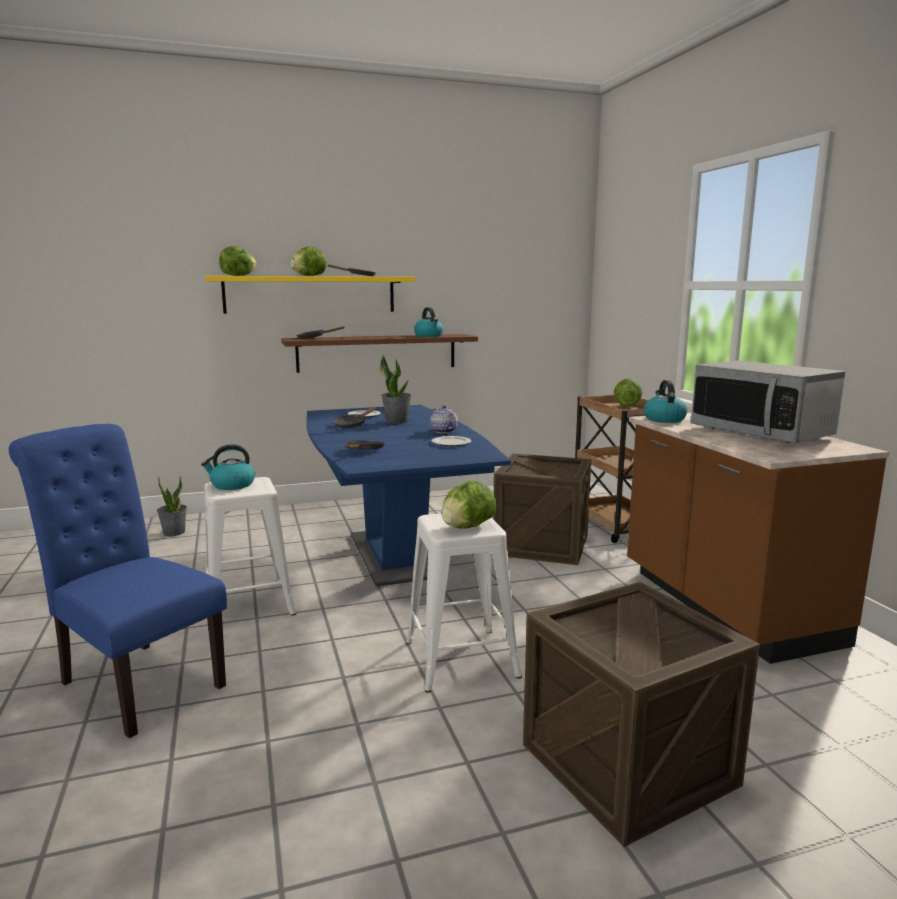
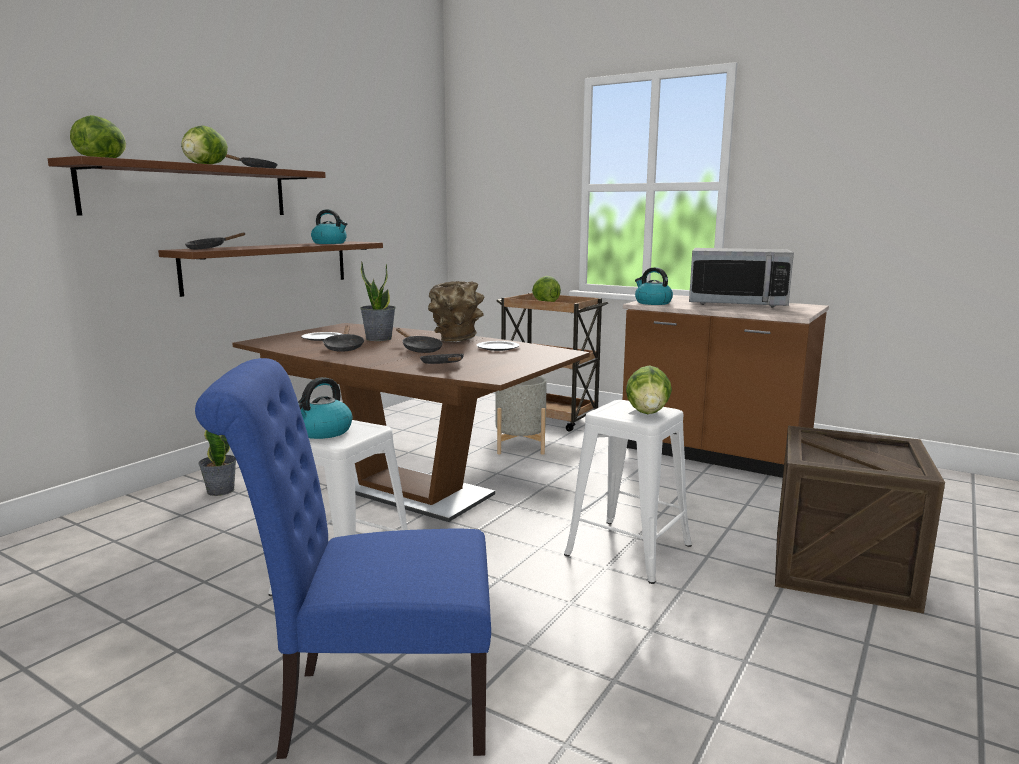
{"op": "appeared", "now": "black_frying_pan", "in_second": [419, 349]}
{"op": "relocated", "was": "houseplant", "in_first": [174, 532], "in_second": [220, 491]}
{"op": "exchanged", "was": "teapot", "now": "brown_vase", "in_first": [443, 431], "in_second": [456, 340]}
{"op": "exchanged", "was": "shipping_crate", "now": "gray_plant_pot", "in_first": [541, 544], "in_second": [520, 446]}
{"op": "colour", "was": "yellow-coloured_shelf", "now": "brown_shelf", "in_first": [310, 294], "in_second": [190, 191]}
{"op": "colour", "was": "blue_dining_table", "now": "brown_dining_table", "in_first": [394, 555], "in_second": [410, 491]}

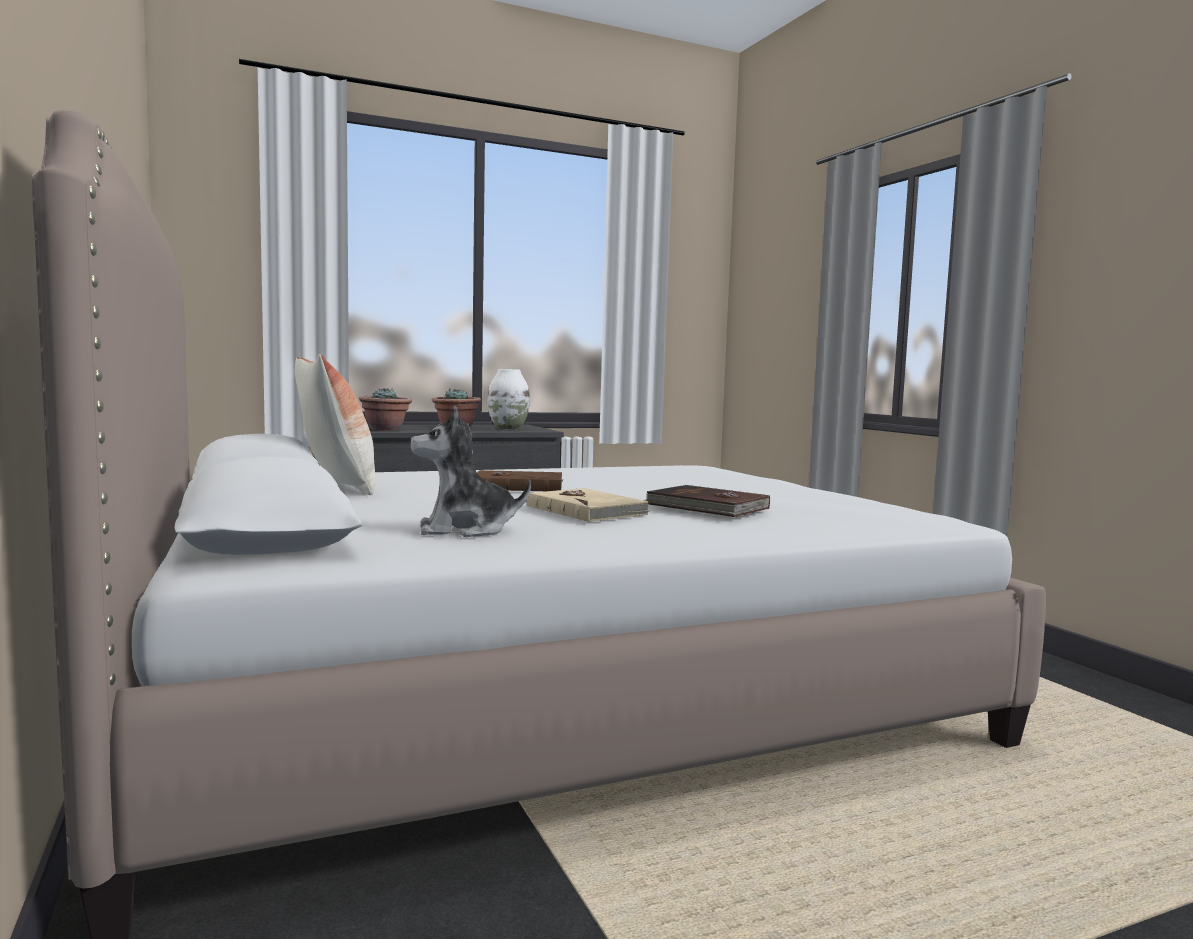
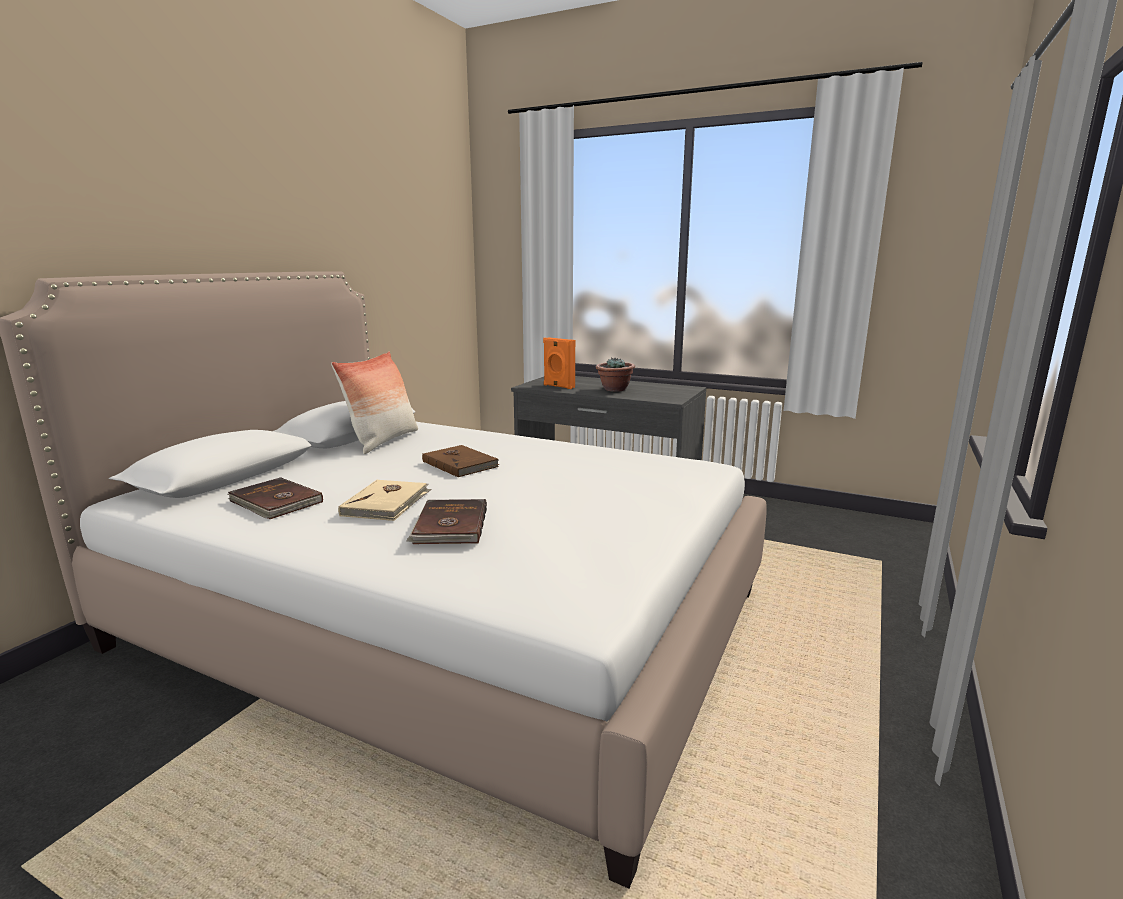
{"op": "missing", "was": "white-coloured_vase", "in_first": [508, 428]}
{"op": "exchanged", "was": "houseplant", "now": "orangey_speaker", "in_first": [385, 429], "in_second": [558, 386]}
{"op": "exchanged", "was": "soft_toy", "now": "brown_book", "in_first": [465, 530], "in_second": [275, 502]}

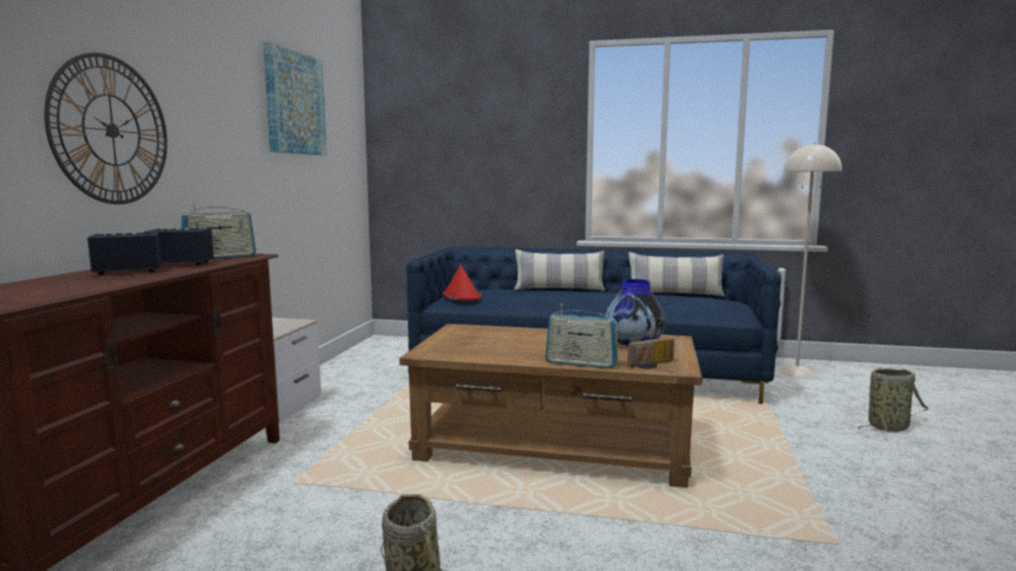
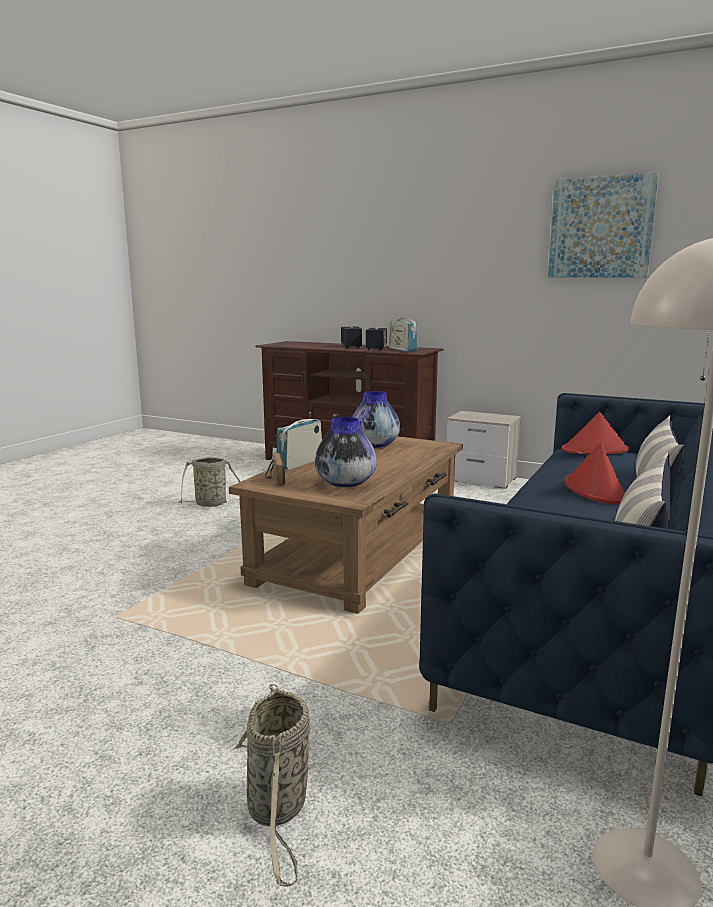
{"op": "missing", "was": "clock_on_the_wall", "in_first": [111, 130]}
{"op": "appeared", "now": "vase", "in_second": [375, 445]}
{"op": "appeared", "now": "red-coloured_wearable_hat", "in_second": [595, 490]}

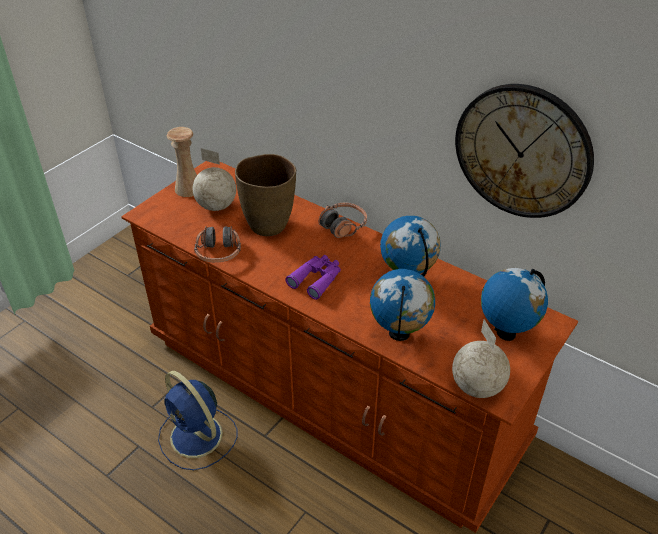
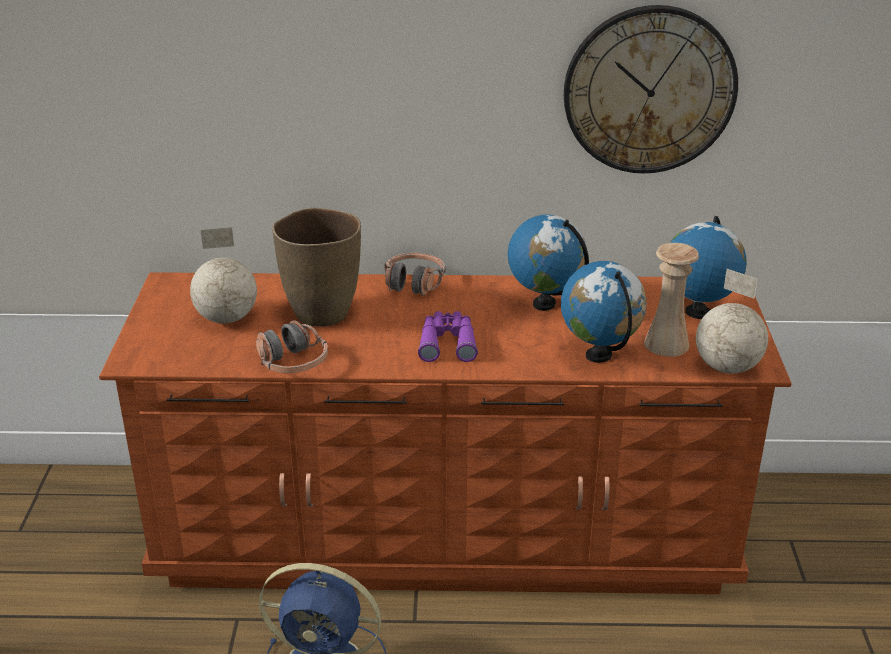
{"op": "relocated", "was": "sand-coloured_vase", "in_first": [188, 188], "in_second": [666, 344]}

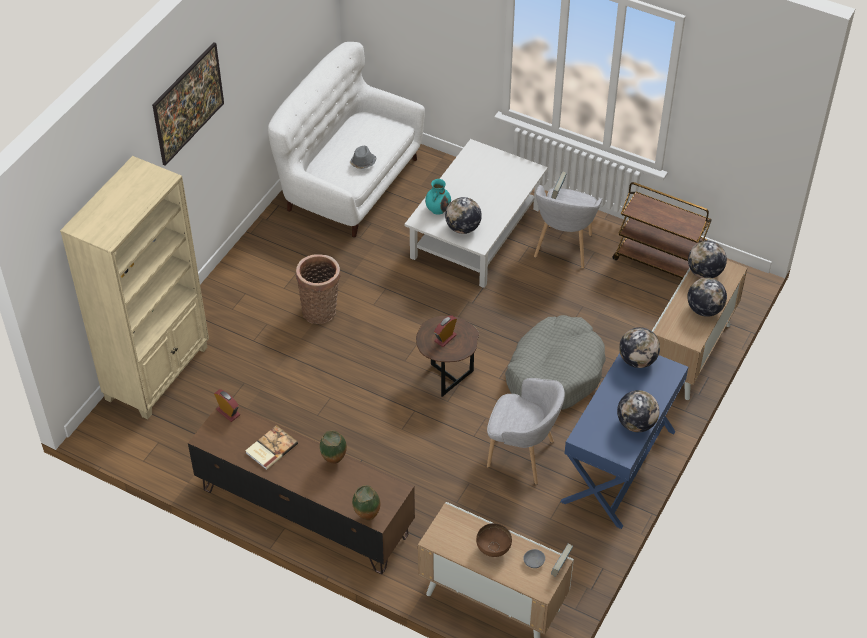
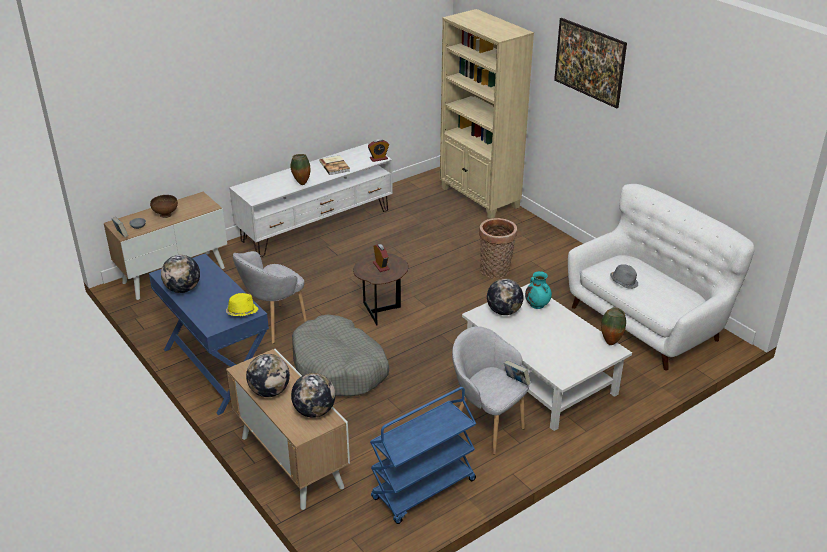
{"op": "relocated", "was": "vase", "in_first": [367, 518], "in_second": [610, 342]}
{"op": "exchanged", "was": "world_globe", "now": "yellow-coloured_wearable_hat", "in_first": [637, 360], "in_second": [241, 312]}
{"op": "colour", "was": "brown_media_console", "now": "white-coloured_media_console", "in_first": [304, 511], "in_second": [317, 225]}
{"op": "colour", "was": "brown_cart", "now": "blue_cart", "in_first": [659, 262], "in_second": [423, 490]}

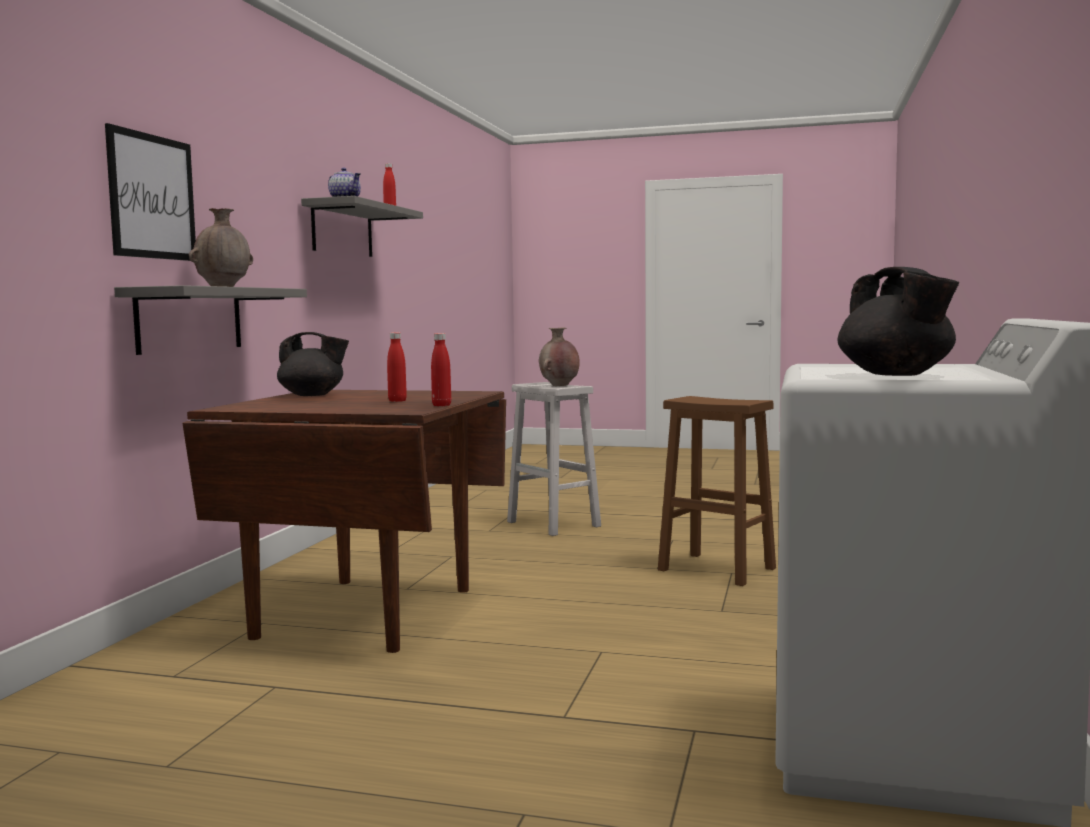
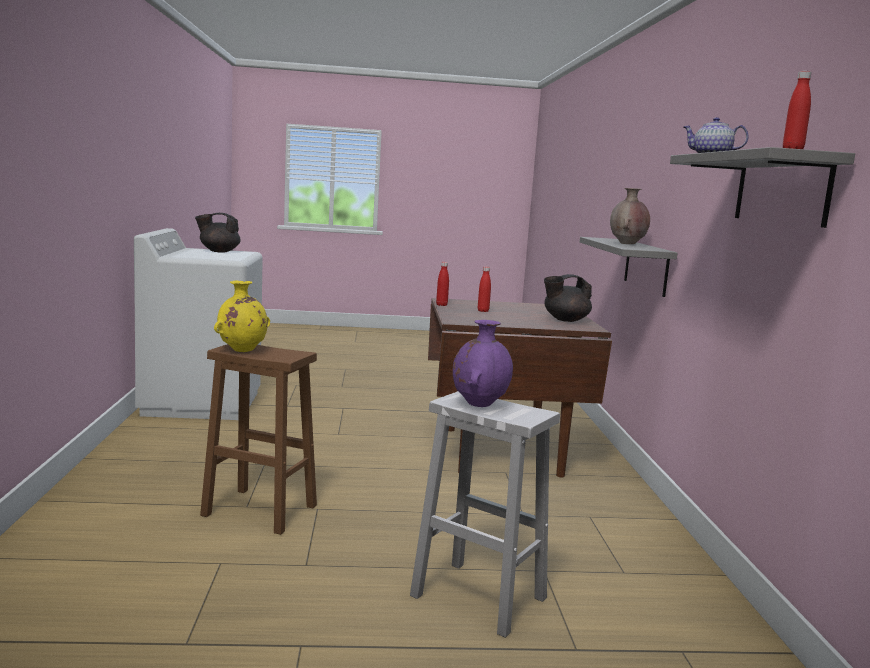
{"op": "missing", "was": "wall_art", "in_first": [152, 197]}
{"op": "appeared", "now": "yellow-coloured_vase", "in_second": [242, 350]}
{"op": "colour", "was": "brown_vase", "now": "purplish_vase", "in_first": [559, 385], "in_second": [479, 404]}
{"op": "spun", "was": "black_teapot", "in_first": [896, 375], "in_second": [219, 251], "clockwise": -60}

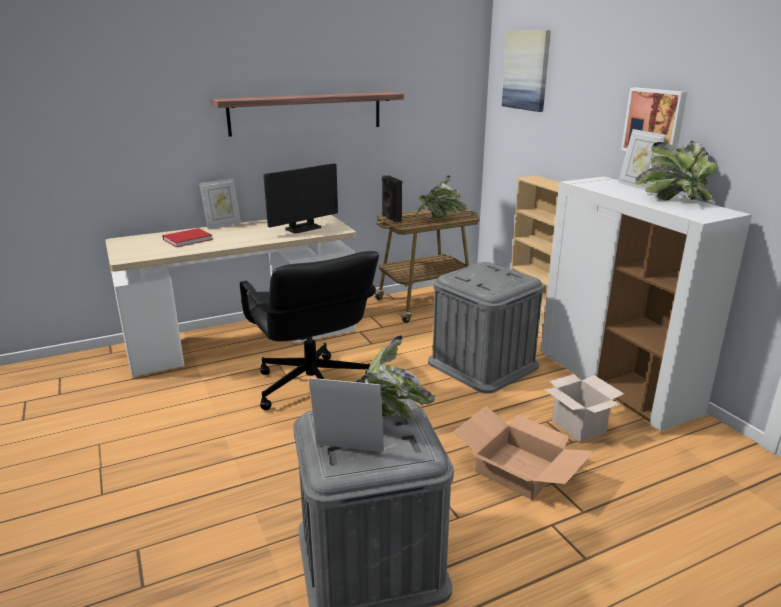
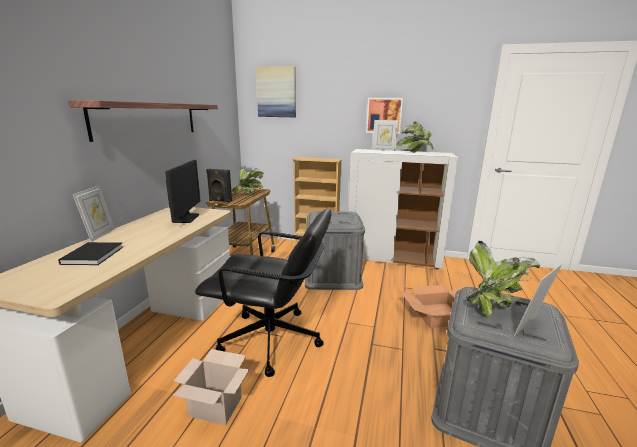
{"op": "relocated", "was": "carton", "in_first": [580, 427], "in_second": [217, 406]}
{"op": "colour", "was": "red-coloured_book", "now": "black_book", "in_first": [189, 239], "in_second": [94, 254]}

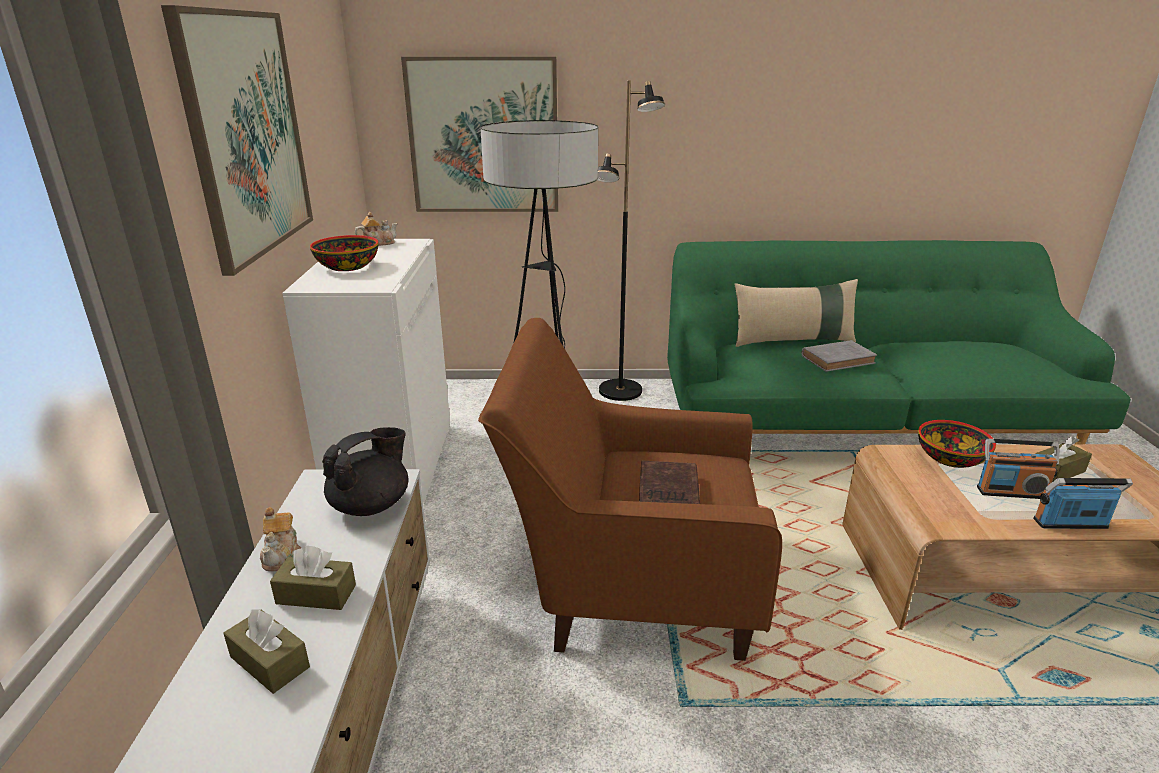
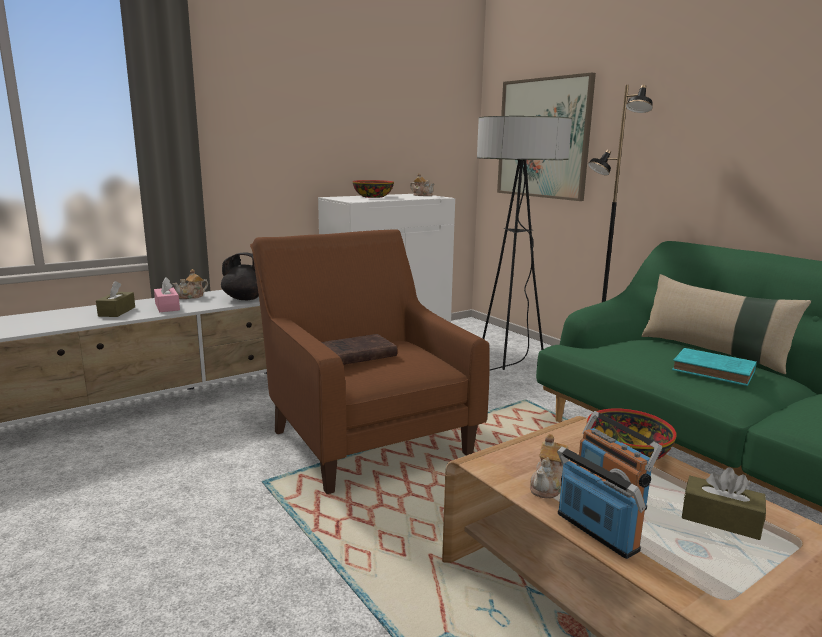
{"op": "missing", "was": "wall_art", "in_first": [247, 135]}
{"op": "appeared", "now": "teapot", "in_second": [549, 485]}
{"op": "colour", "was": "brown_tissue_box", "now": "pinkish_tissue_box", "in_first": [316, 594], "in_second": [167, 307]}
{"op": "colour", "was": "gray_book", "now": "turquoise_book", "in_first": [839, 359], "in_second": [715, 371]}

